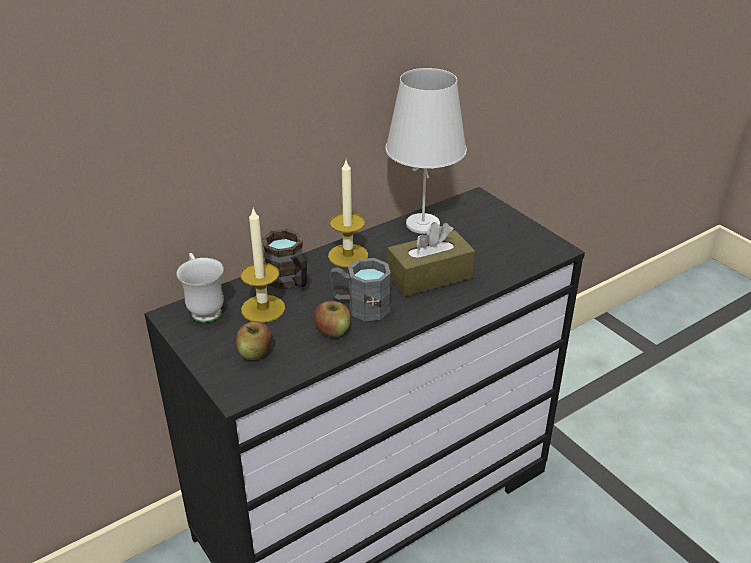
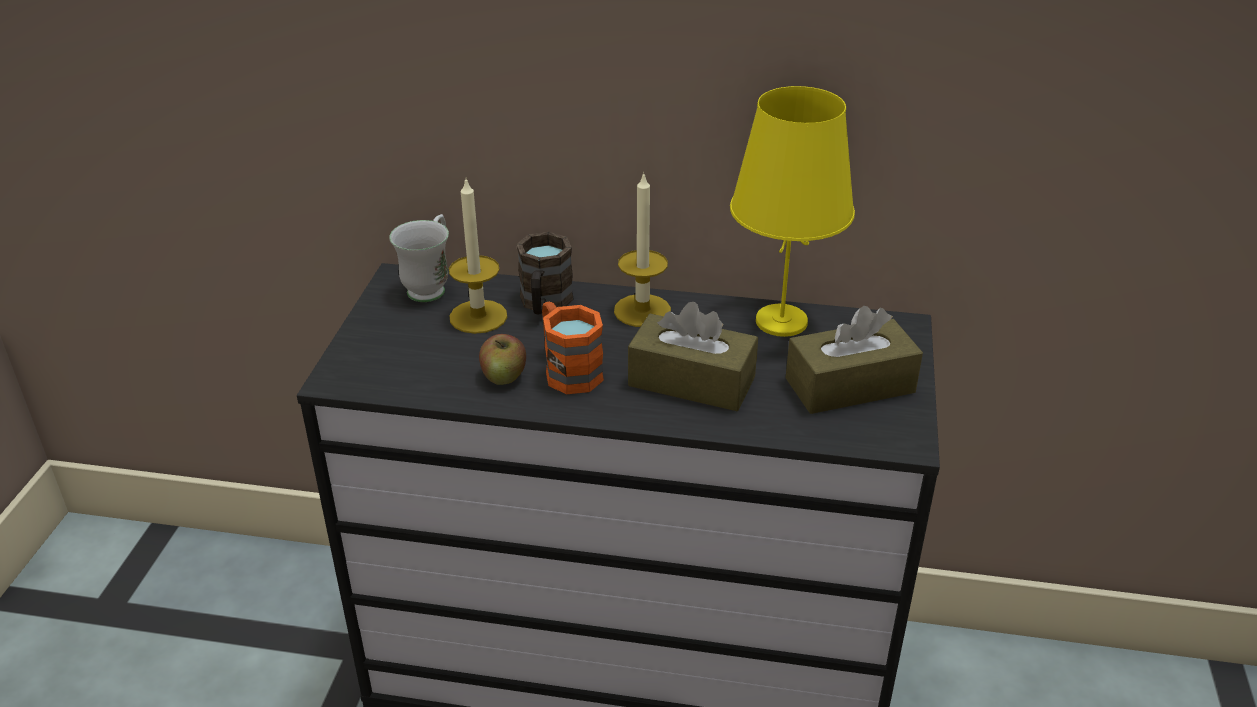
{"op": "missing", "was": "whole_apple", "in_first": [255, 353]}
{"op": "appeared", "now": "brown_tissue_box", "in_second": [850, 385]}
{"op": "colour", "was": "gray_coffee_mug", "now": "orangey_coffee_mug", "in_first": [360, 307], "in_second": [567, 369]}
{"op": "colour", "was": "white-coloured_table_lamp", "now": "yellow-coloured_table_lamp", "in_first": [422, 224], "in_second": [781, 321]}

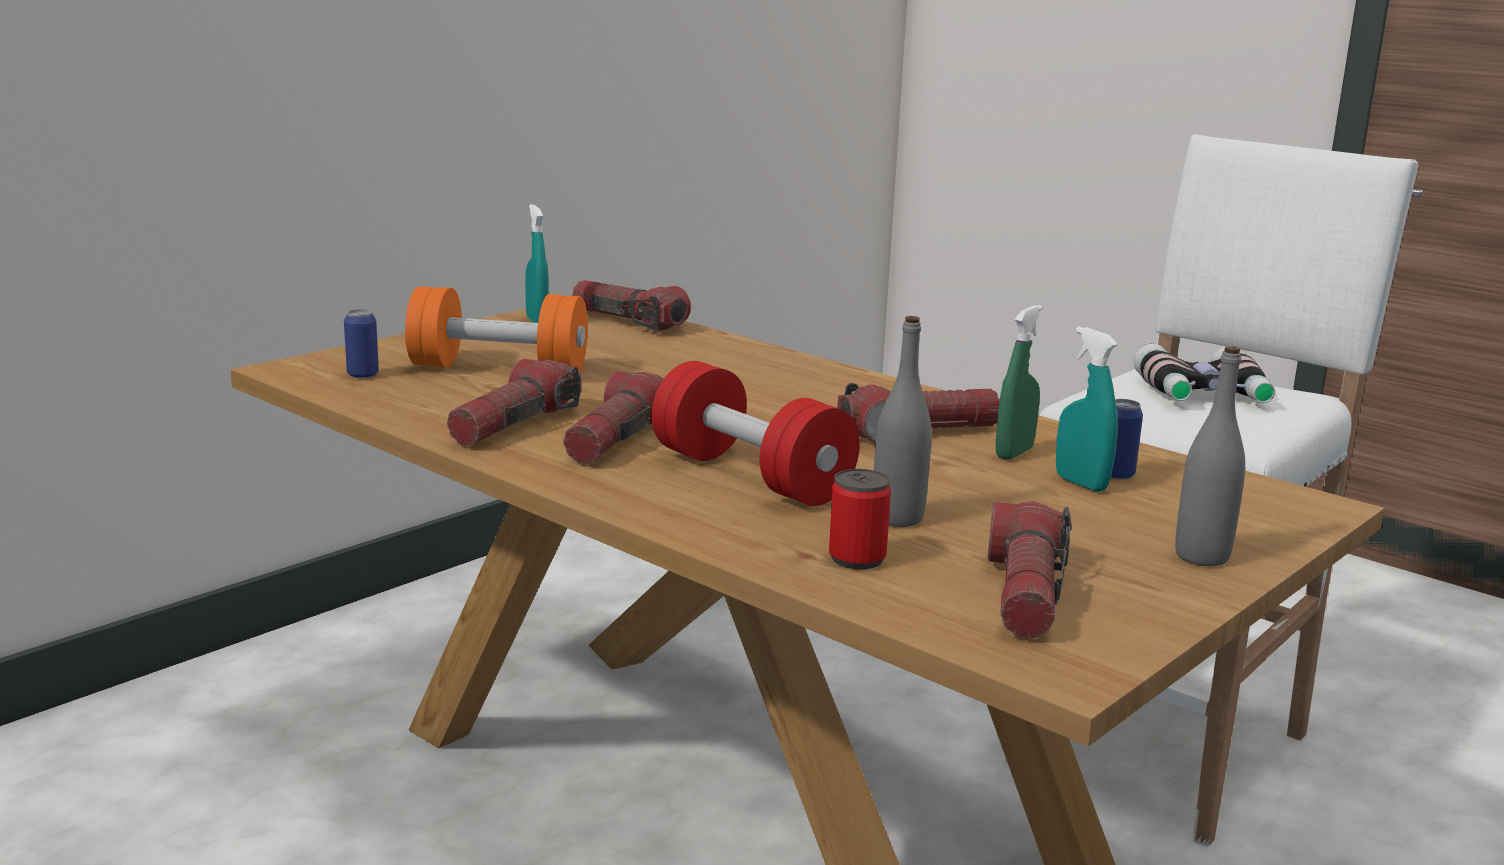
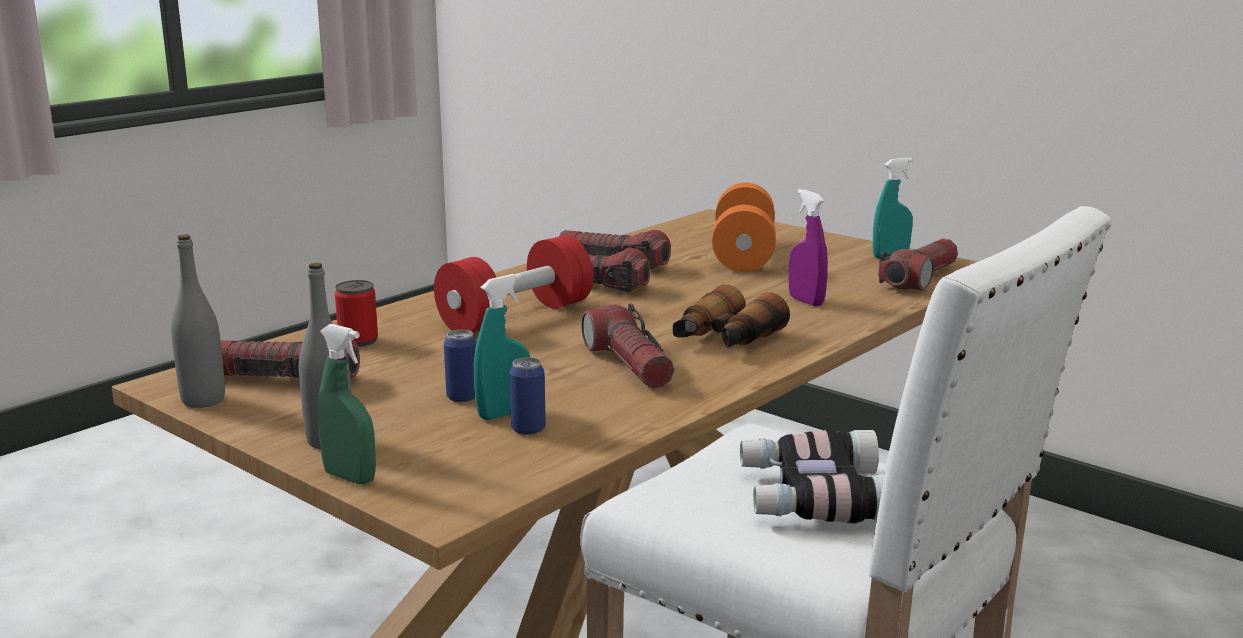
{"op": "appeared", "now": "binoculars", "in_second": [725, 340]}
{"op": "appeared", "now": "purplish_hand_sprayer", "in_second": [806, 301]}
{"op": "relocated", "was": "sealed_can", "in_first": [363, 375], "in_second": [462, 397]}
{"op": "relocated", "was": "gray_drink_bottle", "in_first": [897, 518], "in_second": [203, 400]}
{"op": "relocated", "was": "green-coloured_hand_sprayer", "in_first": [1014, 453], "in_second": [350, 477]}

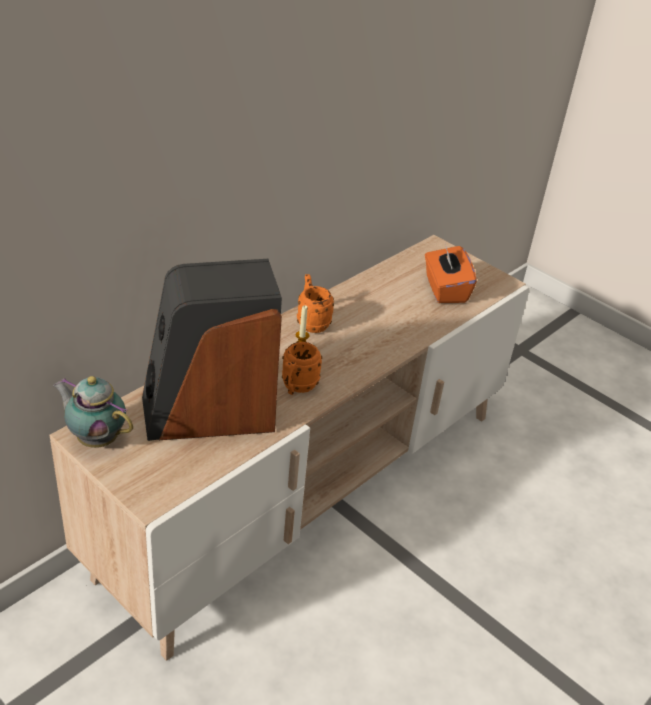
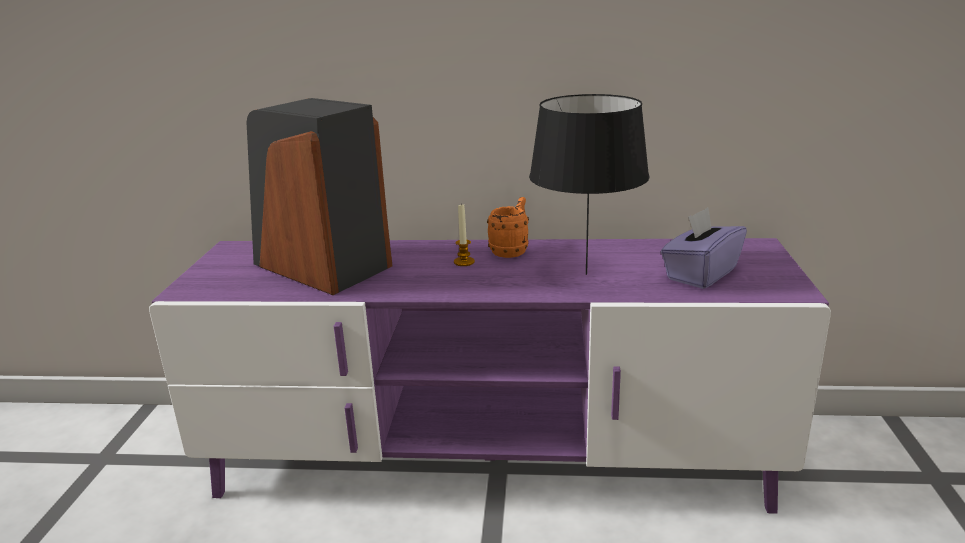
{"op": "missing", "was": "teapot", "in_first": [96, 438]}
{"op": "missing", "was": "orangey_coffee_mug", "in_first": [296, 387]}
{"op": "appeared", "now": "black_table_lamp", "in_second": [584, 274]}
{"op": "colour", "was": "sand-coloured_media_console", "now": "purplish_media_console", "in_first": [310, 489], "in_second": [490, 460]}
{"op": "colour", "was": "orangey_tissue_box", "now": "purplish_tissue_box", "in_first": [445, 289], "in_second": [700, 274]}

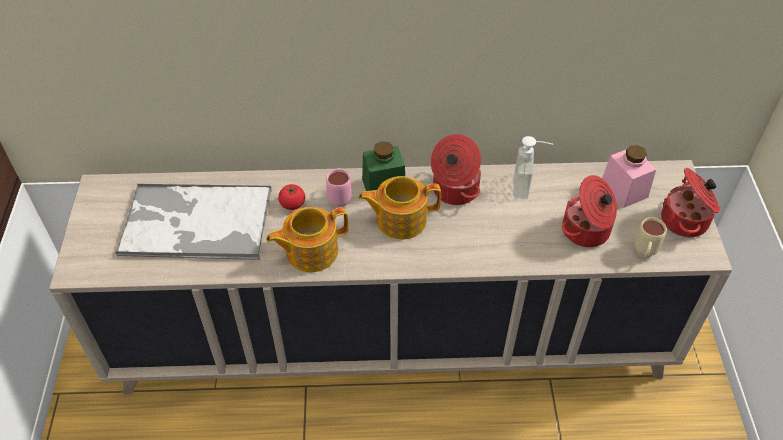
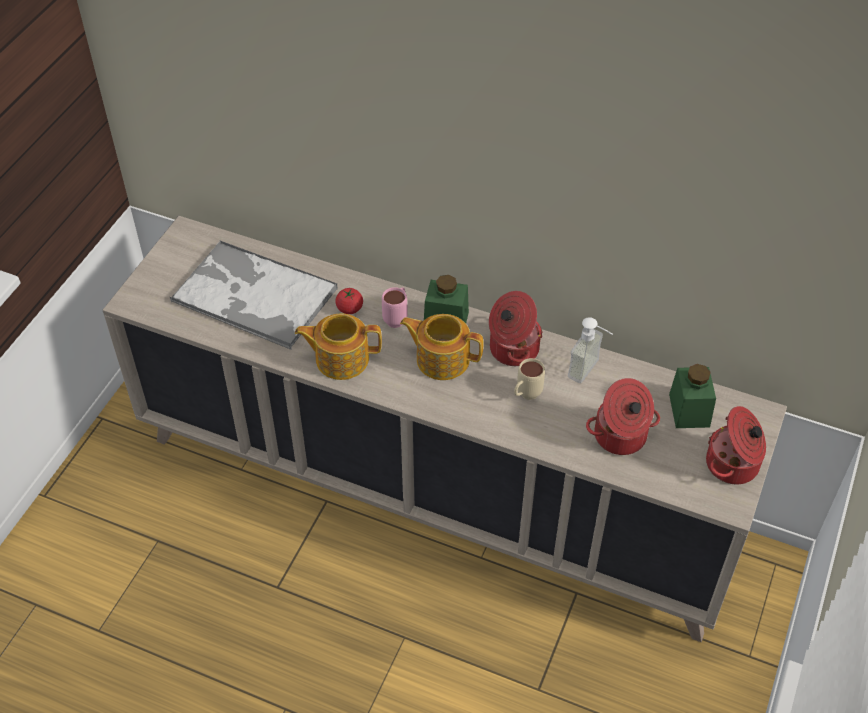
{"op": "relocated", "was": "sand-coloured_coffee_mug", "in_first": [643, 254], "in_second": [525, 396]}
{"op": "colour", "was": "pinkish_jar", "now": "green-coloured_jar", "in_first": [624, 190], "in_second": [689, 410]}

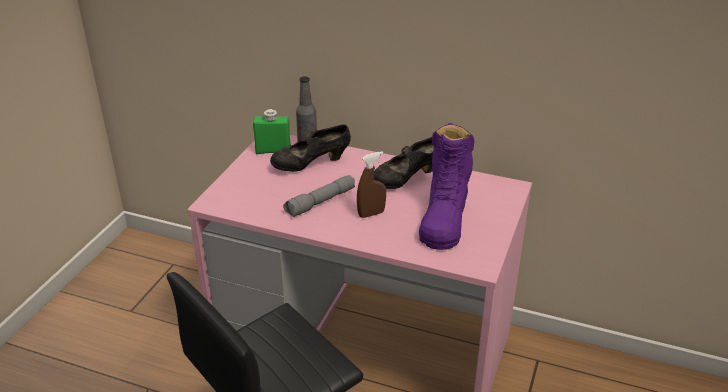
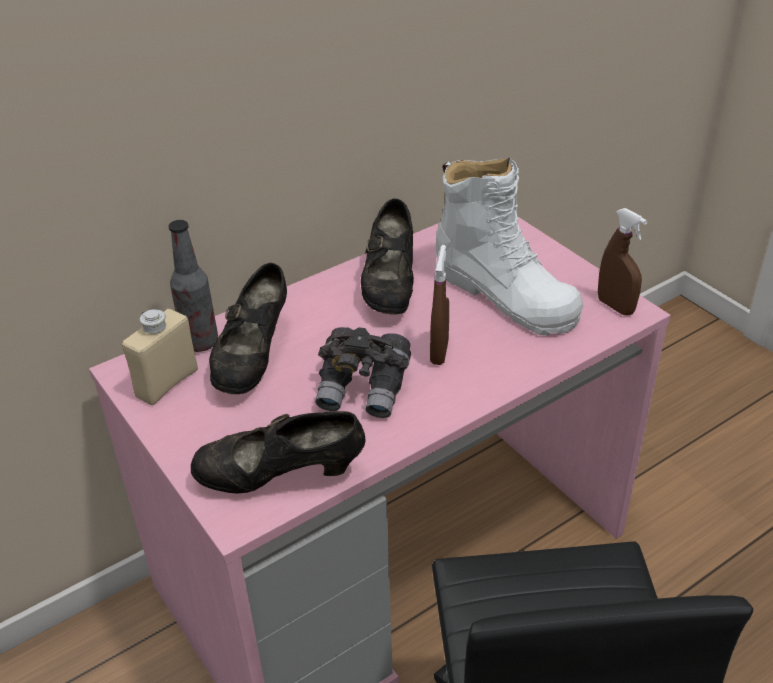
{"op": "appeared", "now": "black_low_shoe", "in_second": [280, 477]}
{"op": "appeared", "now": "brown_hand_sprayer", "in_second": [615, 306]}
{"op": "exchanged", "was": "gray_flashlight", "now": "gray_binoculars", "in_first": [320, 203], "in_second": [364, 389]}
{"op": "colour", "was": "green-coloured_drink_bottle", "now": "sand-coloured_drink_bottle", "in_first": [273, 151], "in_second": [167, 383]}
{"op": "colour", "was": "purplish_high-top_boot", "now": "white-coloured_high-top_boot", "in_first": [444, 217], "in_second": [505, 294]}

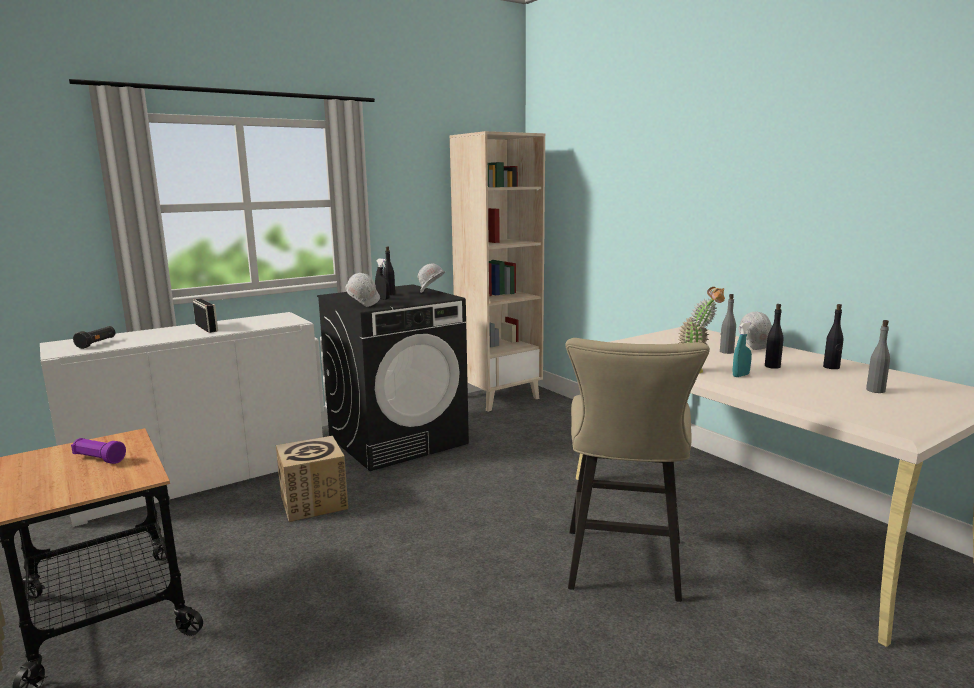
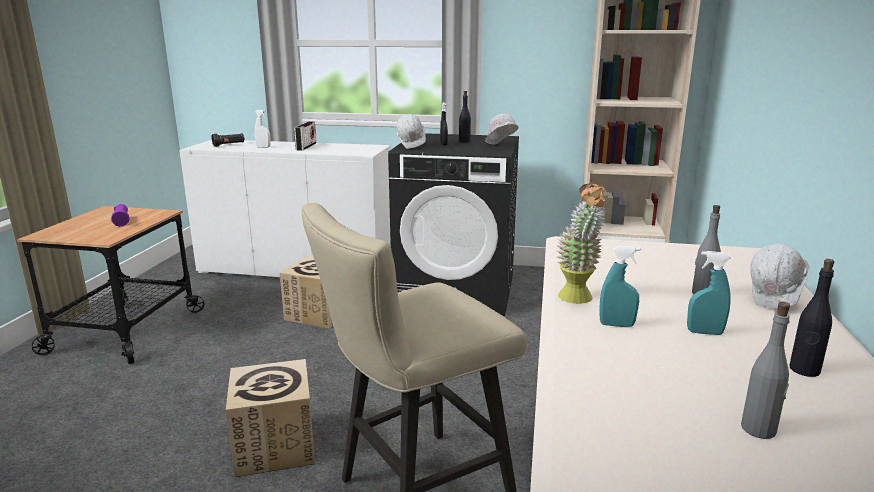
{"op": "appeared", "now": "carton", "in_second": [275, 446]}
{"op": "appeared", "now": "white-coloured_hand_sprayer", "in_second": [263, 147]}
{"op": "exchanged", "was": "black_drink_bottle", "now": "turquoise_hand_sprayer", "in_first": [772, 366], "in_second": [704, 332]}

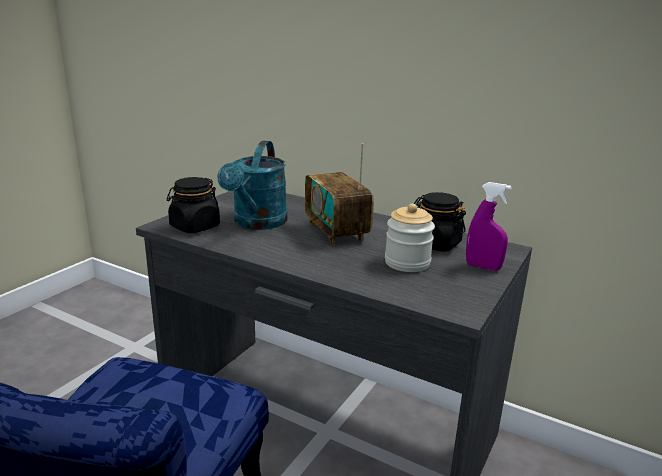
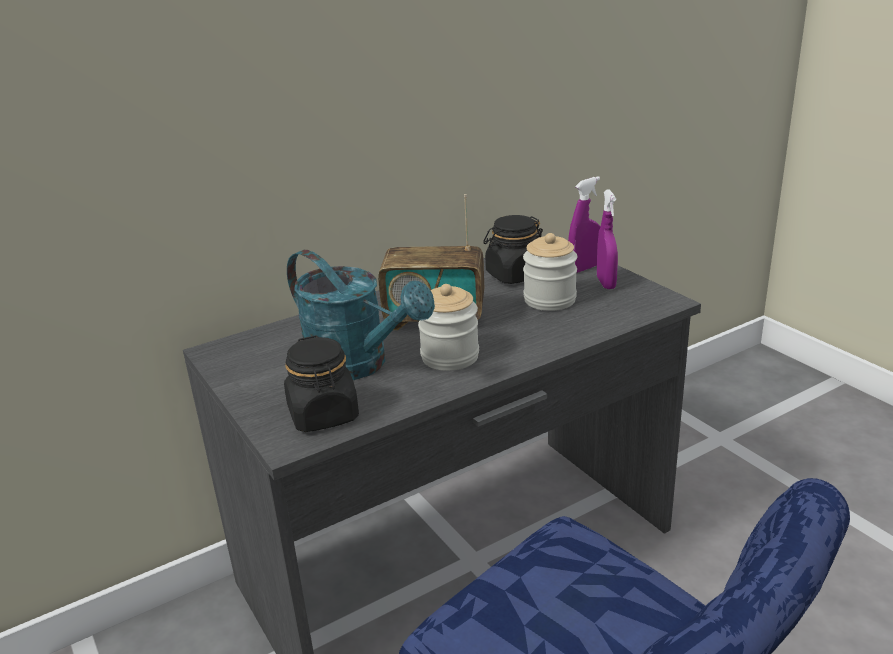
{"op": "appeared", "now": "jar", "in_second": [450, 357]}
{"op": "appeared", "now": "purplish_hand_sprayer", "in_second": [606, 283]}

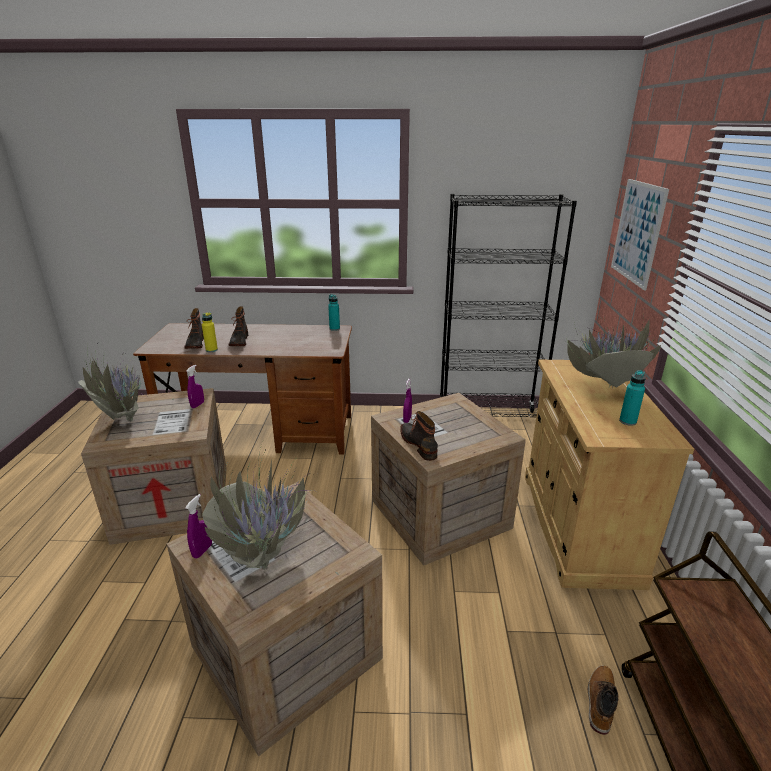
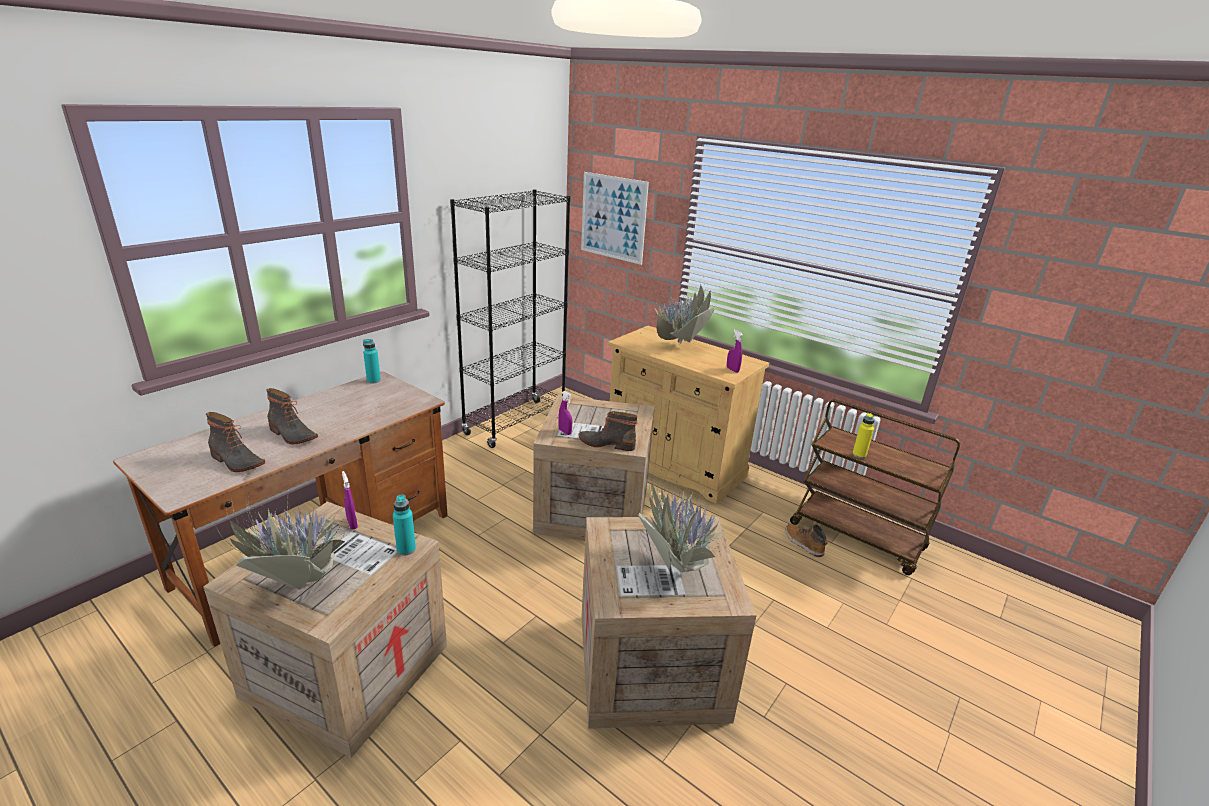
{"op": "relocated", "was": "purplish_hand_sprayer", "in_first": [202, 550], "in_second": [732, 370]}
{"op": "relocated", "was": "yellow-coloured_drink_bottle", "in_first": [211, 350], "in_second": [859, 455]}
{"op": "relocated", "was": "turquoise_drink_bottle", "in_first": [627, 421], "in_second": [406, 549]}

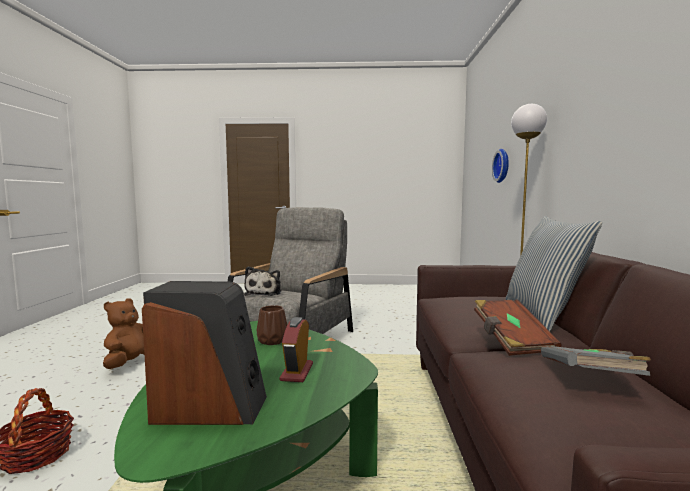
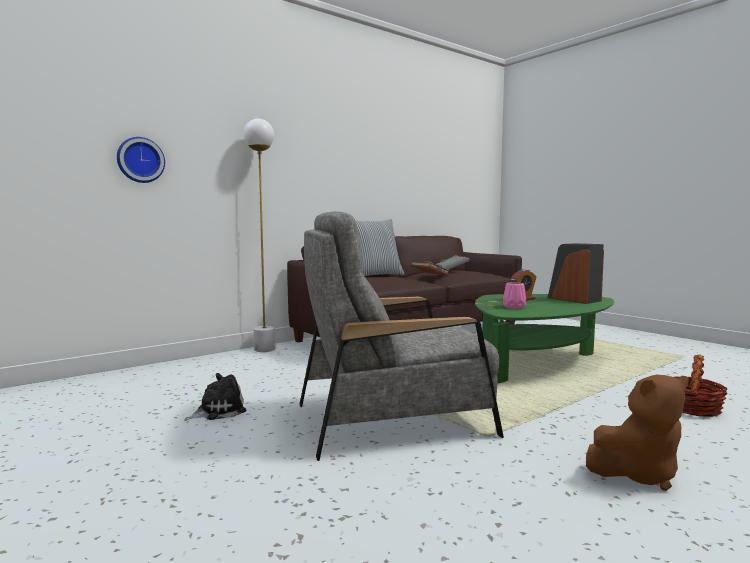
{"op": "relocated", "was": "soft_toy", "in_first": [264, 293], "in_second": [218, 411]}
{"op": "colour", "was": "brown_vase", "now": "pinkish_vase", "in_first": [272, 341], "in_second": [514, 307]}

